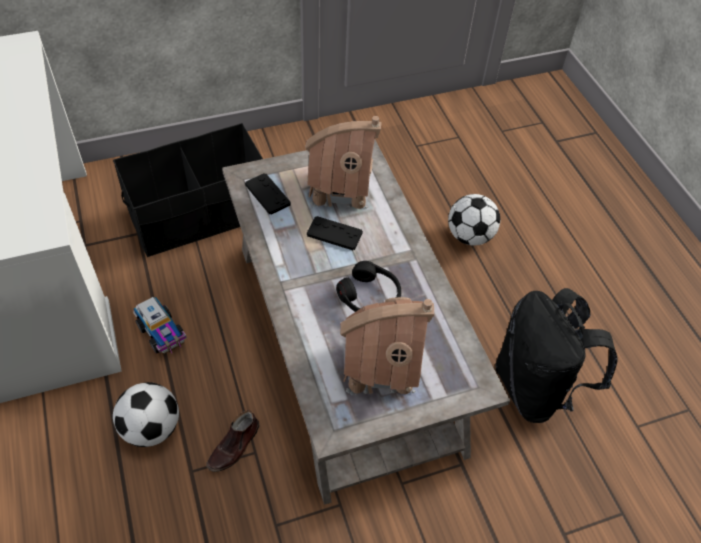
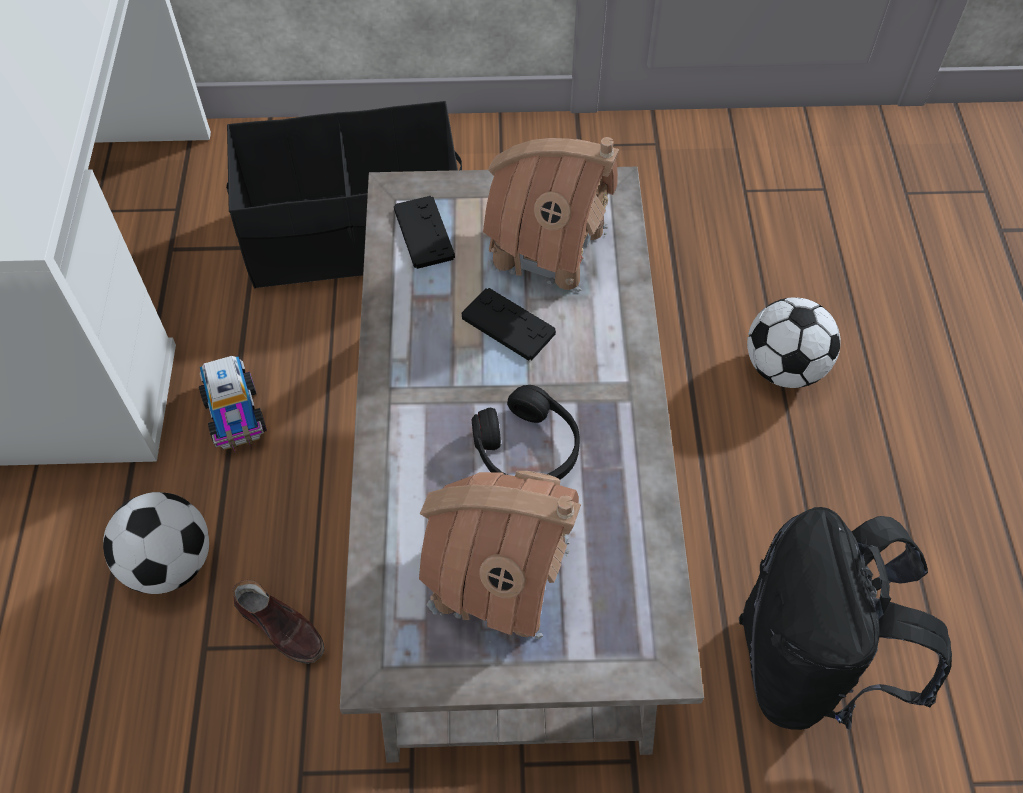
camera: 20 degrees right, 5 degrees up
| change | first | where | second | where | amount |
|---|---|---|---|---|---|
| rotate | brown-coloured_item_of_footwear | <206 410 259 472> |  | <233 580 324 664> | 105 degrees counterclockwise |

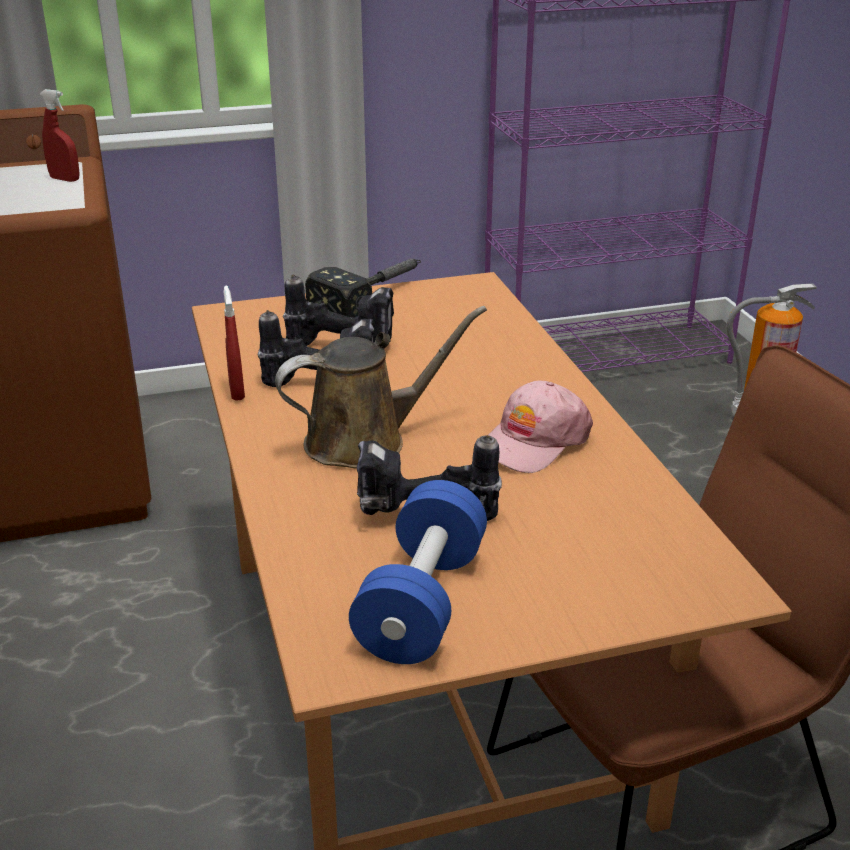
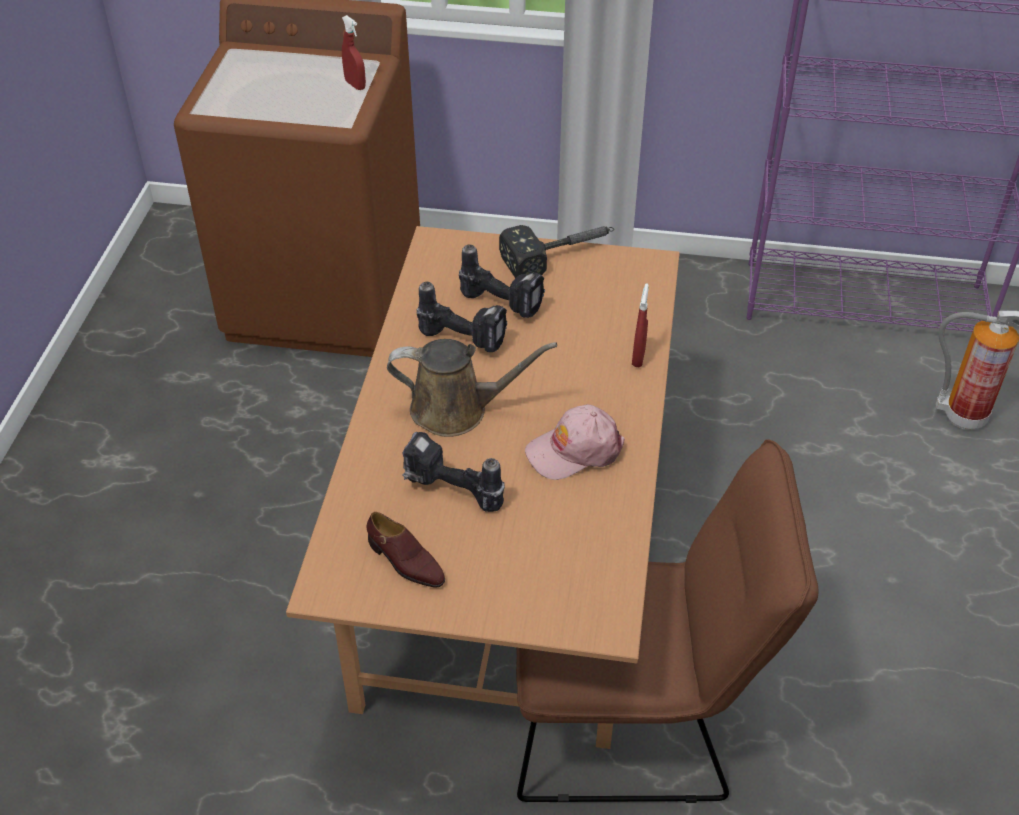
camera: 25 degrees right, 15 degrees up
| change | first | where | second | where | amount |
|---|---|---|---|---|---|
| replace | blue_dumbbell | <349 480 487 664> | brown-coloured_item_of_footwear | <367 512 445 588> |  |
| move | red_spray_bottle | <224 286 245 401> |  | <632 283 649 367> |  |

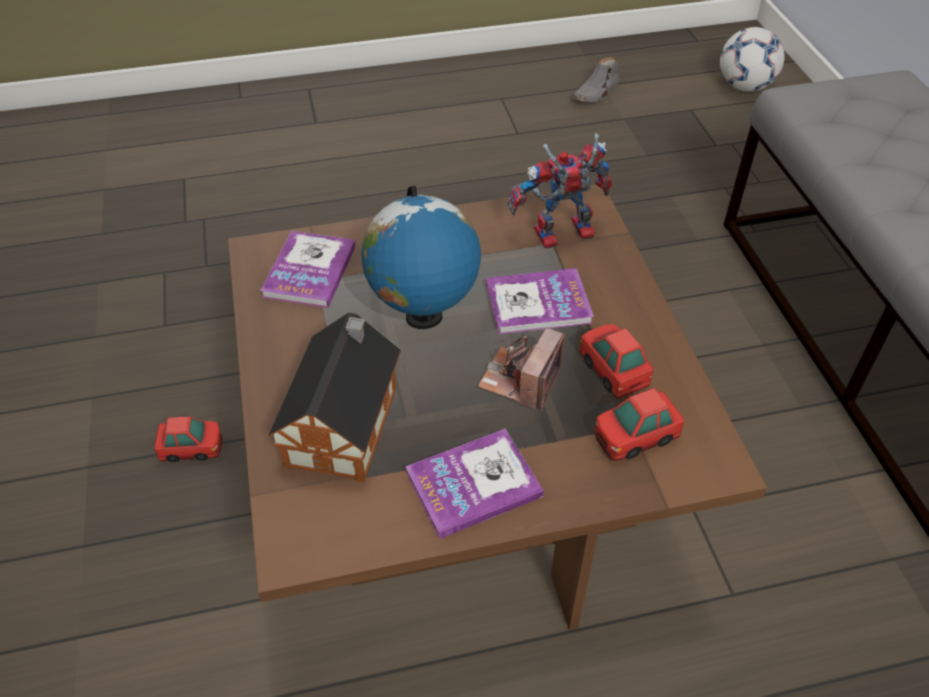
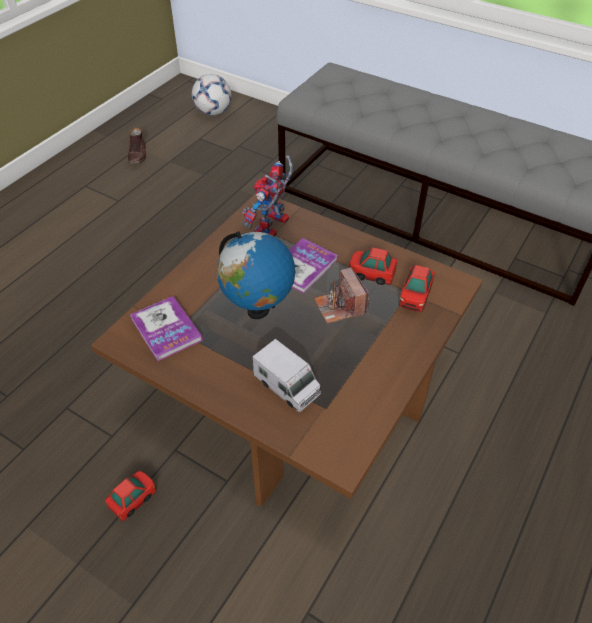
camera: 45 degrees left, 0 degrees up
| change | first | where | second | where | amount |
|---|---|---|---|---|---|
| recolor | gray_item_of_footwear | <572 57 619 103> | brown-coloured_item_of_footwear | <128 127 146 164> |  |
| replace | model_house | <268 312 401 482> | model_truck | <253 339 321 412> |  |
| delete | volume | <405 429 544 539> |  |  |  |

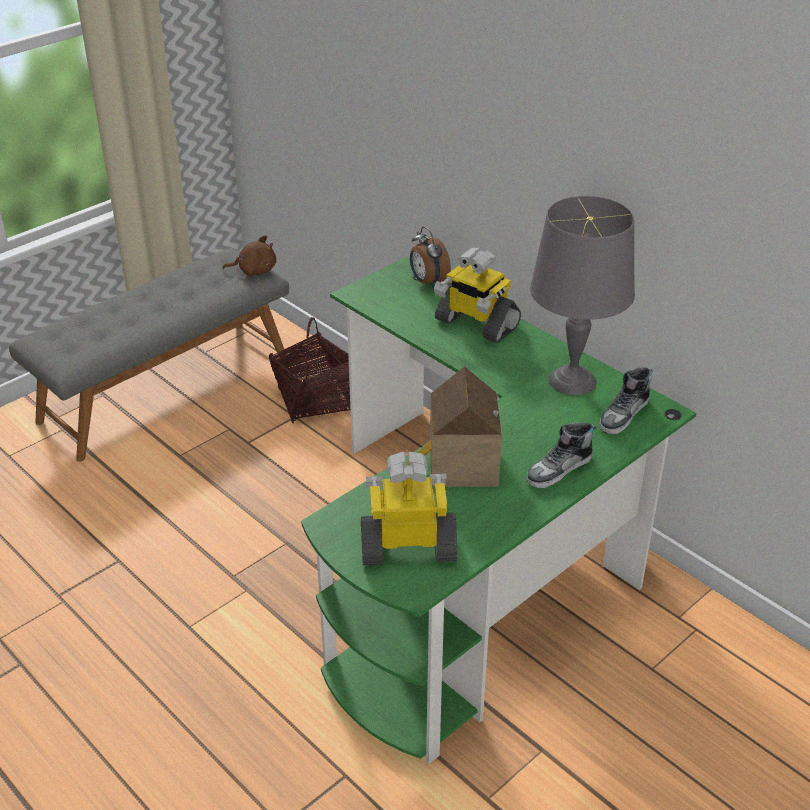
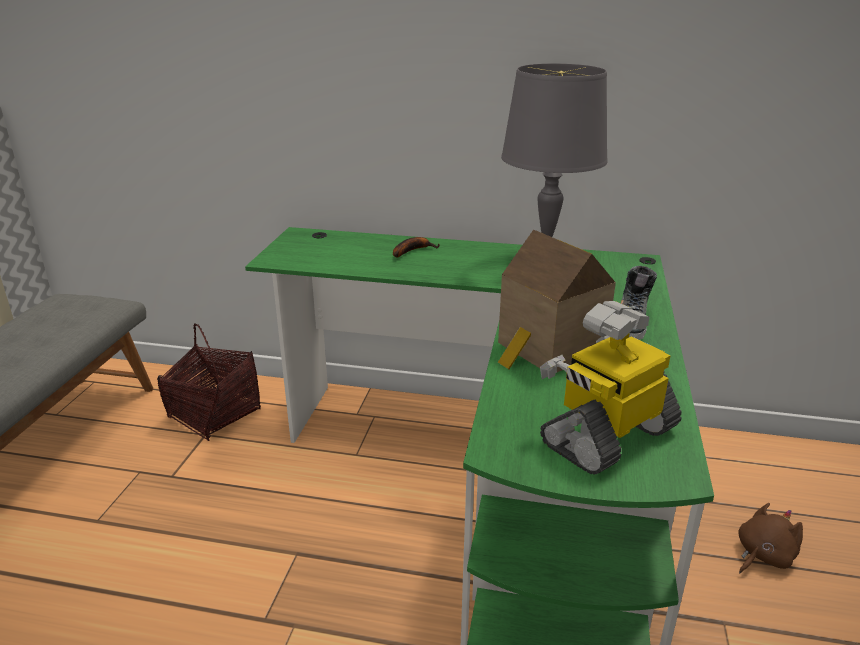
camera: 35 degrees left, 10 degrees down
| change | first | where | second | where | amount |
|---|---|---|---|---|---|
| replace | toy_robot | <434 248 521 343> | whole_banana | <393 237 440 258> |  |
| move | brown-coloured_plush_toy | <222 235 276 276> |  | <739 503 803 573> |  |
| delete | bedside_clock | <410 227 451 288> |  |  |  |
| delete | item_of_footwear | <600 367 653 434> |  |  |  |

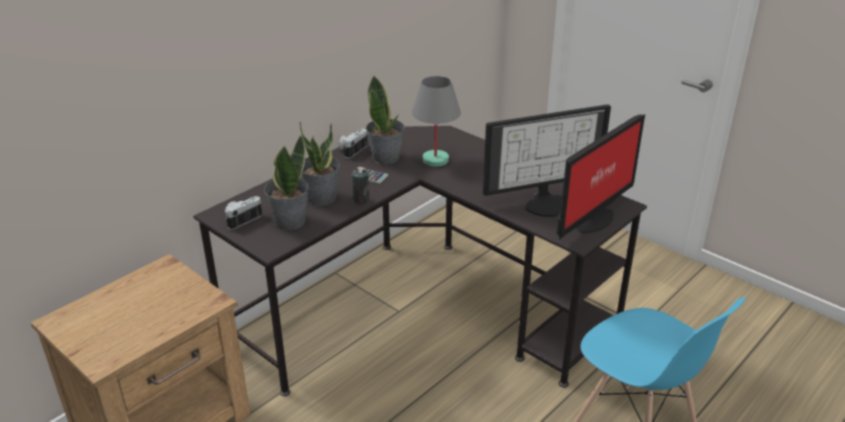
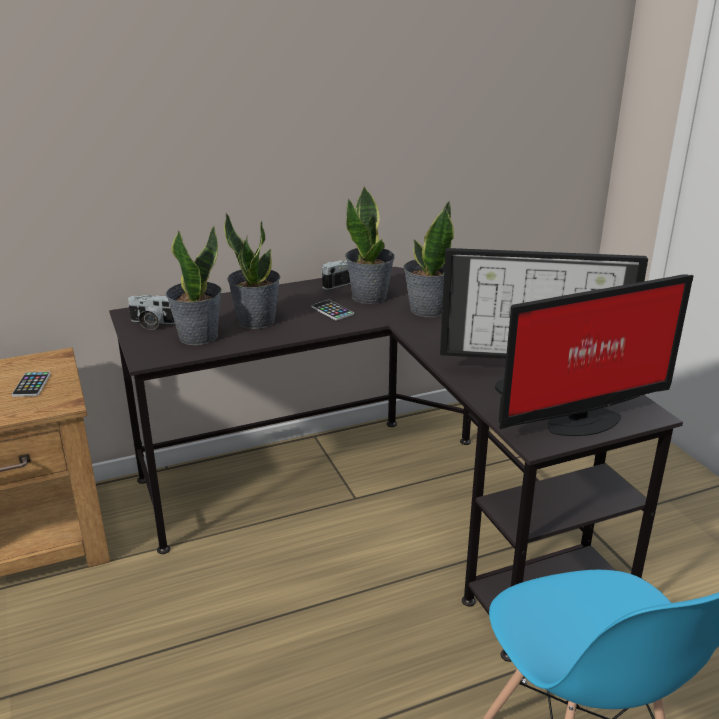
camera: 25 degrees right, 5 degrees down
| change | first | where | second | where | amount |
|---|---|---|---|---|---|
| insert |  |  | handset | <12 372 51 397> |  |
| rotate | still_camera | <225 196 262 230> |  | <128 295 175 330> | 150 degrees counterclockwise |
| replace | gray_table_lamp | <411 76 461 167> | potted_plant | <403 201 454 317> |  |
| delete | sealed_can | <352 167 369 205> |  |  |  |

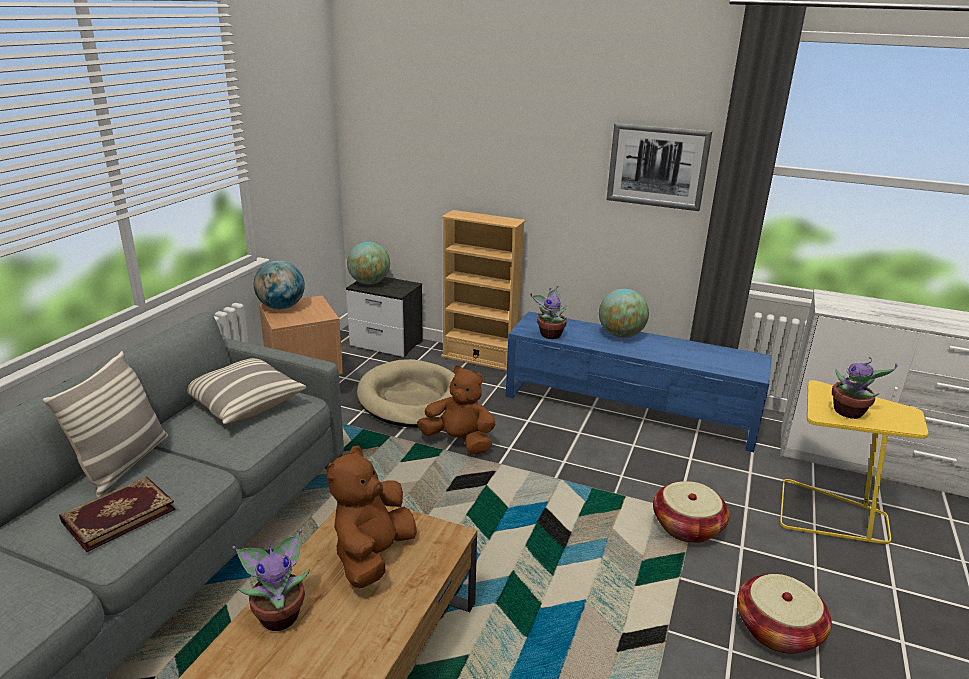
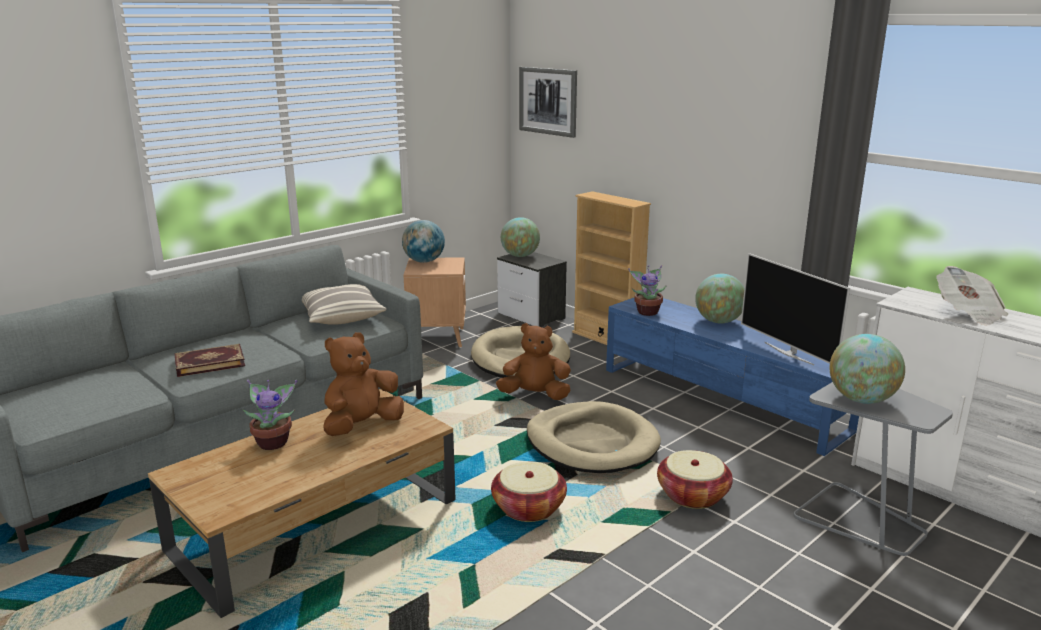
camera: 25 degrees right, 5 degrees down
| change | first | where | second | where | amount |
|---|---|---|---|---|---|
| move | basket | <737 574 832 654> |  | <491 462 567 522> |  |
| rotate | brown-coloured_plush_toy | <417 365 496 454> |  | <496 323 571 400> | 45 degrees counterclockwise |
| move | picture | <607 123 712 211> |  | <519 67 577 138> |  |
| insert |  |  | beige_dog_bed | <527 401 661 473> |  |
| insert |  |  | TV | <741 253 850 365> |  |
| recolor | yellow_side_table | <780 380 928 544> | gray_side_table | <794 382 953 556> |  |
| replace | potted_plant | <832 357 897 419> | world_globe | <829 334 905 404> |  |
| insert |  |  | daily_paper | <936 266 1009 326> |  |
| delete | cushion | <43 351 168 498> |  |  |  |

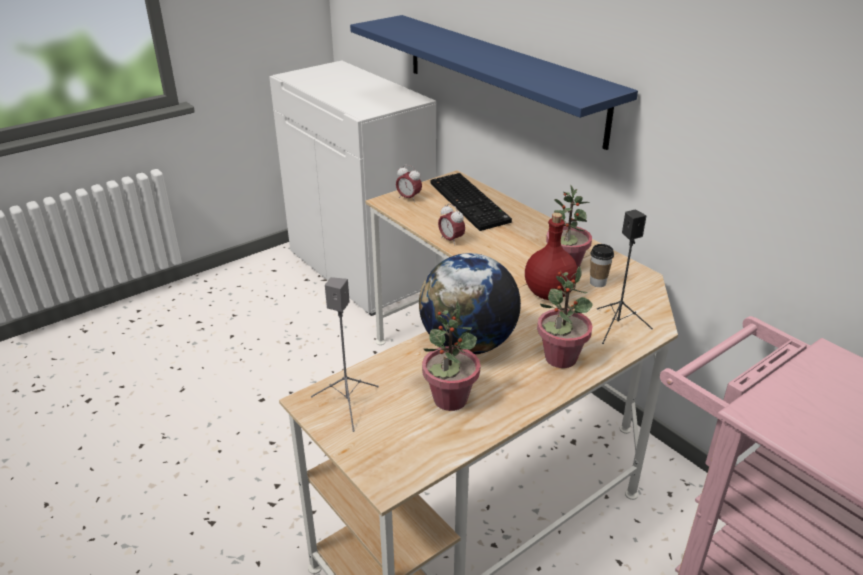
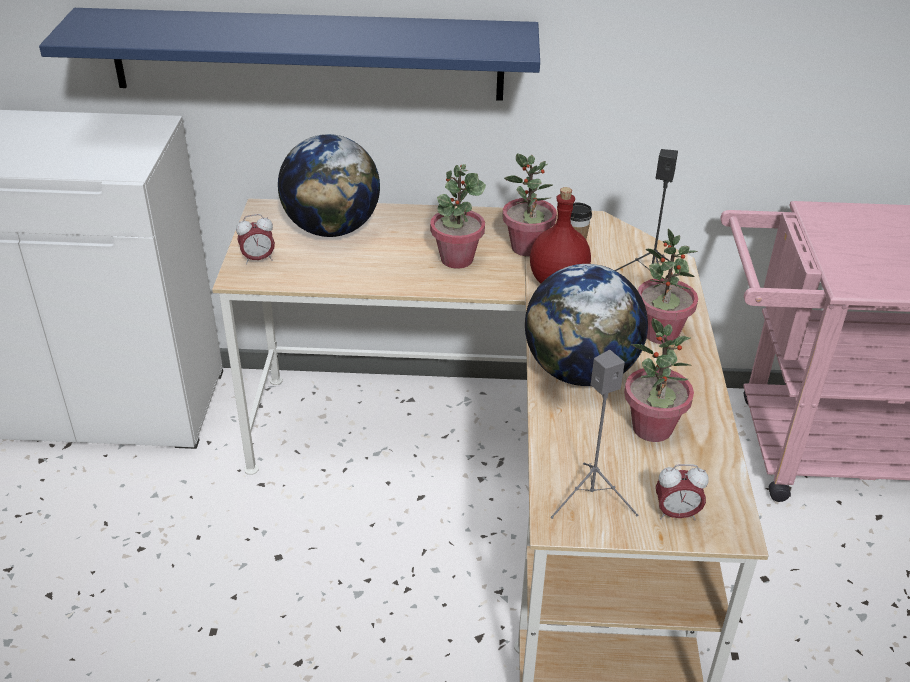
camera: 50 degrees left, 5 degrees up
| change | first | where | second | where | amount |
|---|---|---|---|---|---|
| replace | computer_keyboard | <431 173 512 231> | world_globe | <278 134 380 237> |  |
| insert |  |  | potted_plant | <430 164 486 269> |  |
| move | bedside_clock | <438 203 465 246> |  | <656 464 709 521> |  |

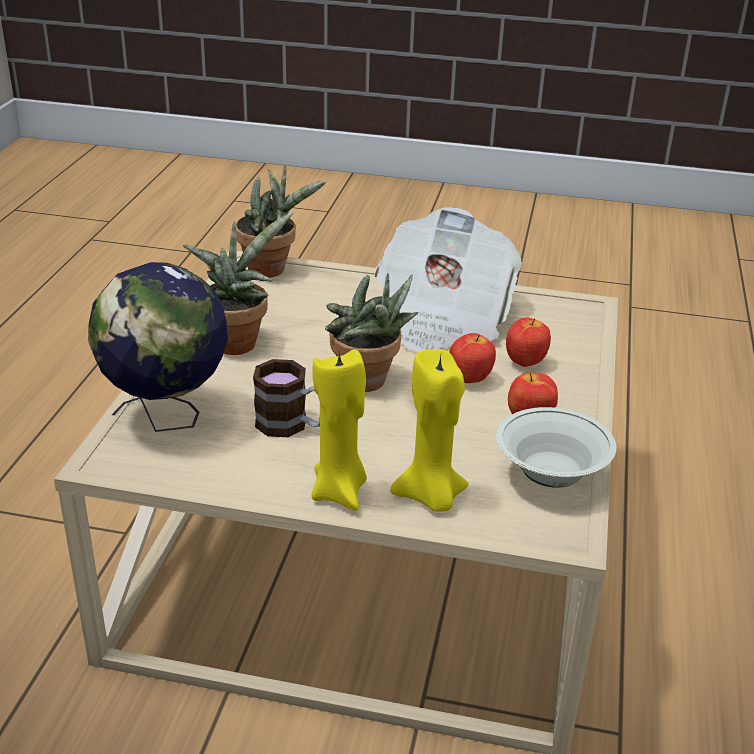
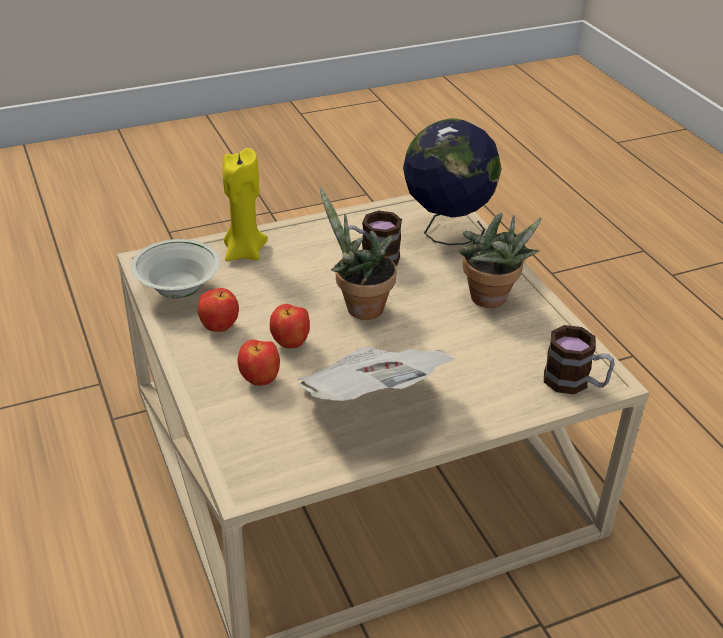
camera: 145 degrees right, 5 degrees up
| change | first | where | second | where | amount |
|---|---|---|---|---|---|
| replace | potted_plant | <235 164 326 278> | tea_mug | <544 325 615 395> |  |
| delete | yellow_wax_candle | <312 349 367 511> |  |  |  |

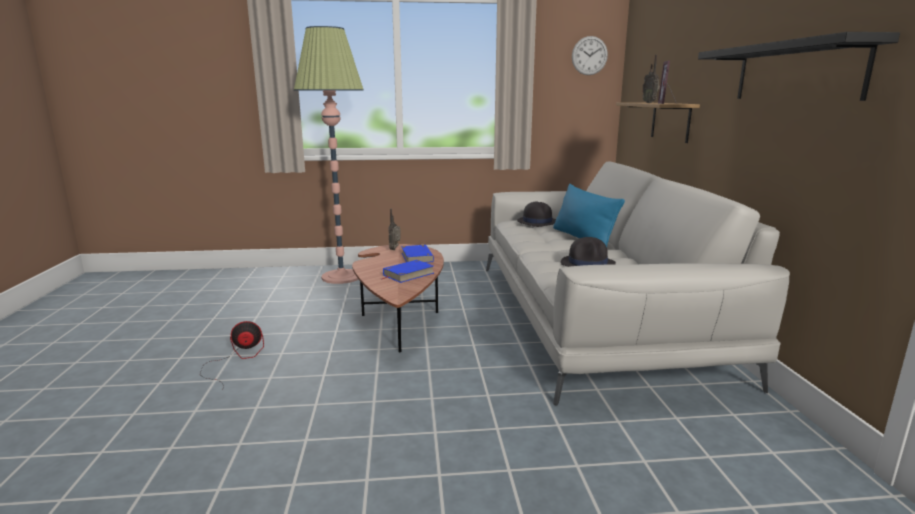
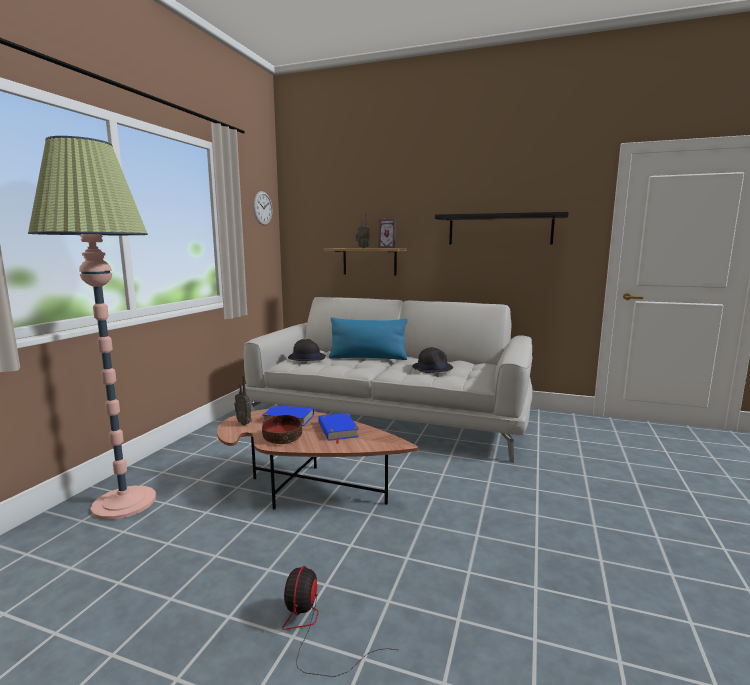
camera: 65 degrees left, 5 degrees down
| change | first | where | second | where | amount |
|---|---|---|---|---|---|
| insert |  |  | deep_dish | <262 415 302 444> |  |

